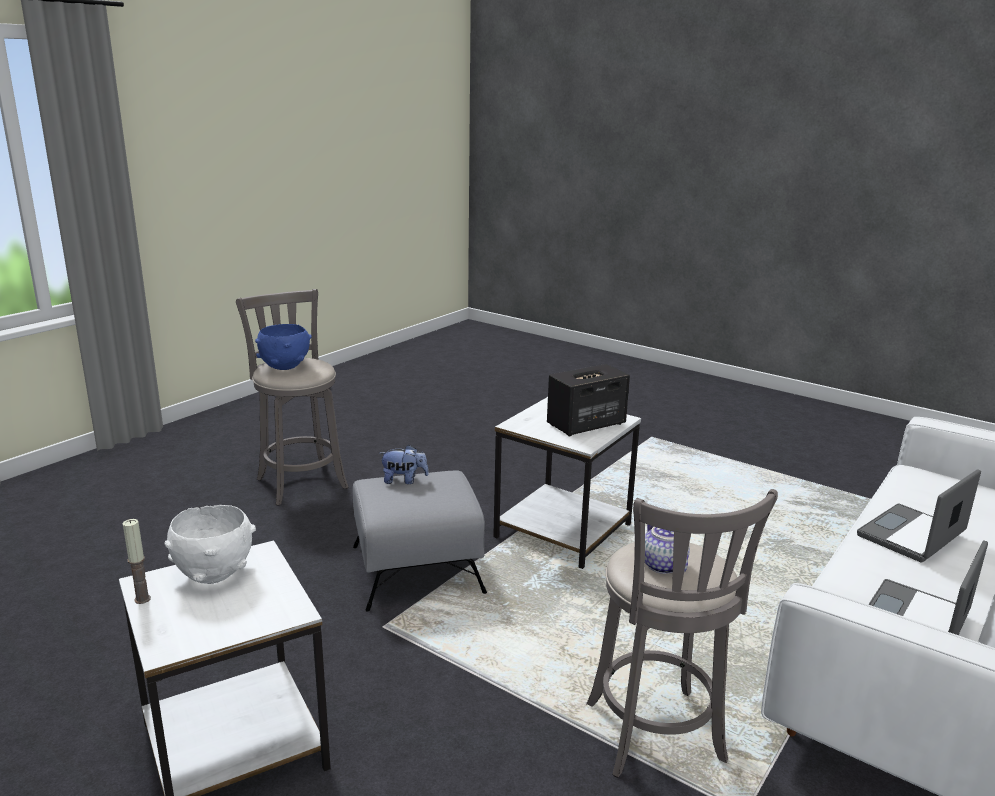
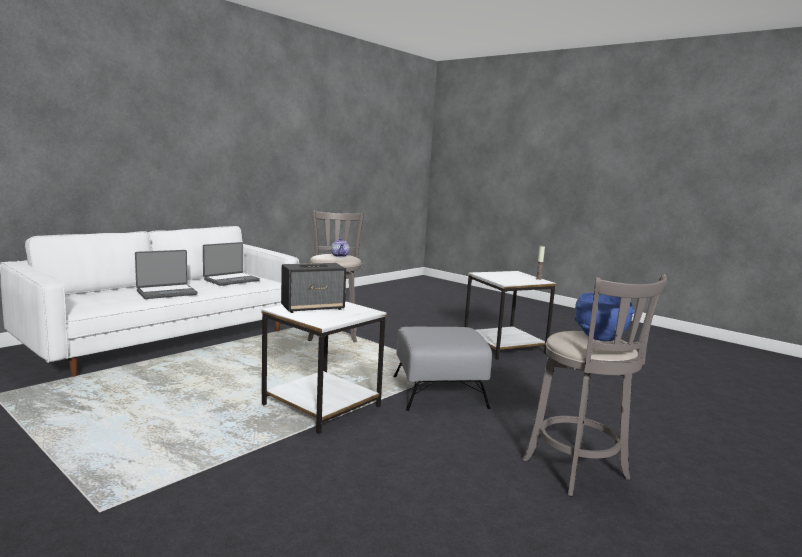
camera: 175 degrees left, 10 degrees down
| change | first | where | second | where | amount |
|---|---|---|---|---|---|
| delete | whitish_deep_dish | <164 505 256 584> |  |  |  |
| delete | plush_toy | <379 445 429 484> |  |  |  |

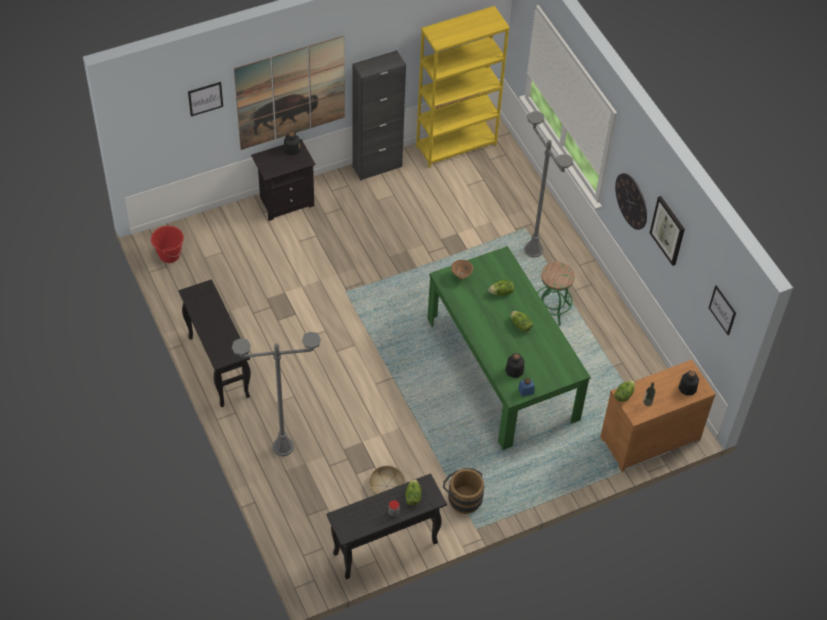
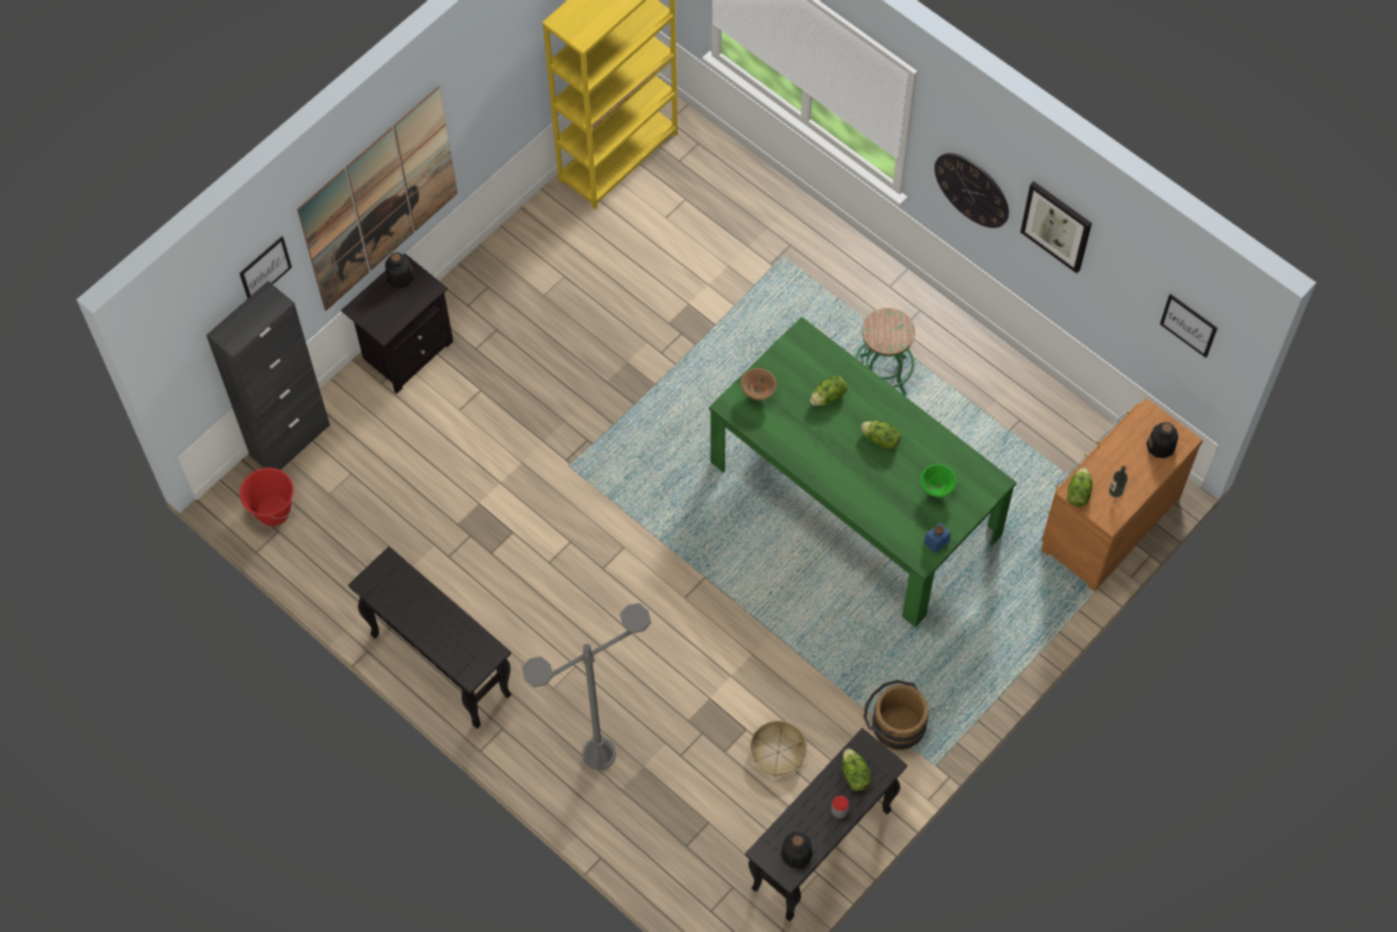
camera: 20 degrees left, 10 degrees up
| change | first | where | second | where | amount |
|---|---|---|---|---|---|
| move | blackish_cupboard | <352 50 406 181> |  | <206 281 330 470> |  |
| move | beverage_bottle | <505 353 524 378> |  | <781 832 812 868> |  |
| insert |  |  | green_deep_dish | <921 464 956 497> |  |
| delete | gray_standing_lamp | <524 111 573 257> |  |  |  |

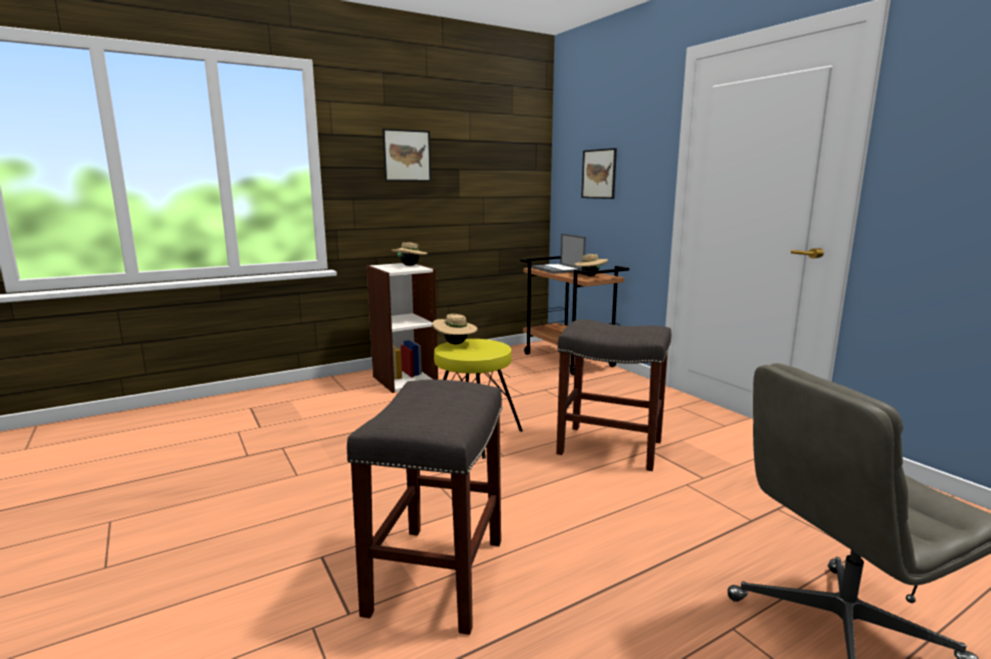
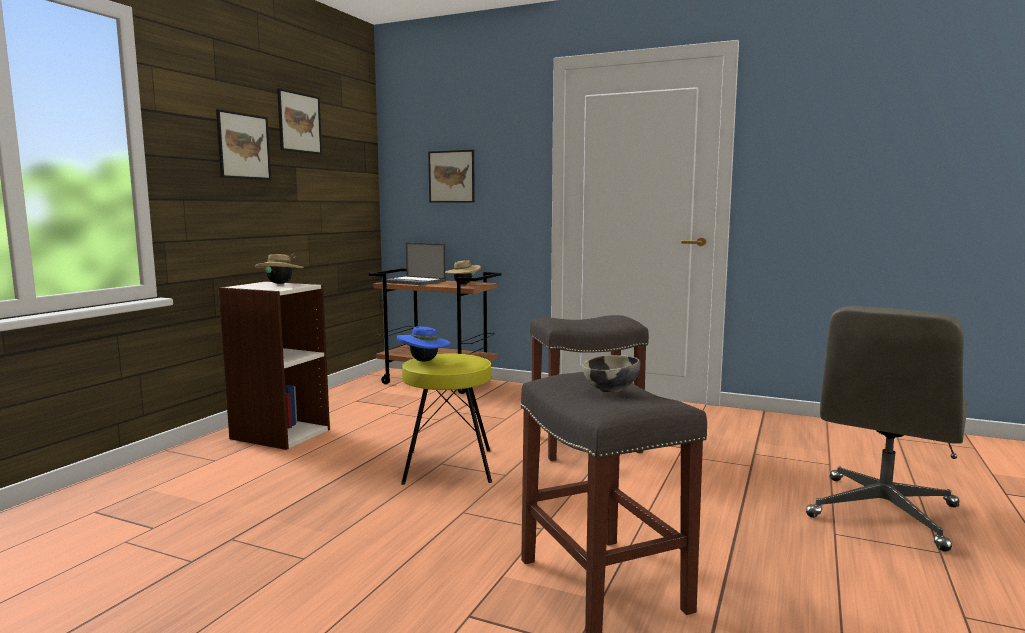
camera: 35 degrees left, 5 degrees down
| change | first | where | second | where | amount |
|---|---|---|---|---|---|
| insert |  |  | picture | <277 88 322 154> |  |
| recolor | beige_clothing_hat | <432 314 478 344> | blue_clothing_hat | <397 326 450 362> |  |
| insert |  |  | deep_dish | <582 355 641 393> |  |

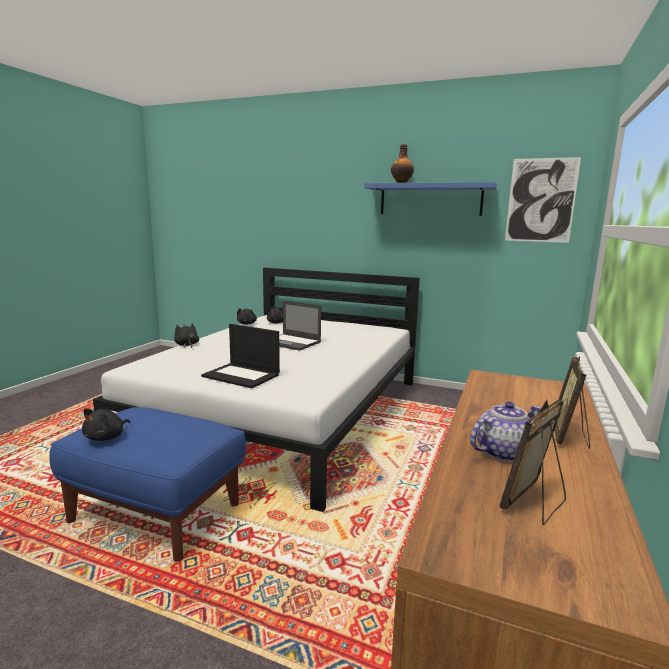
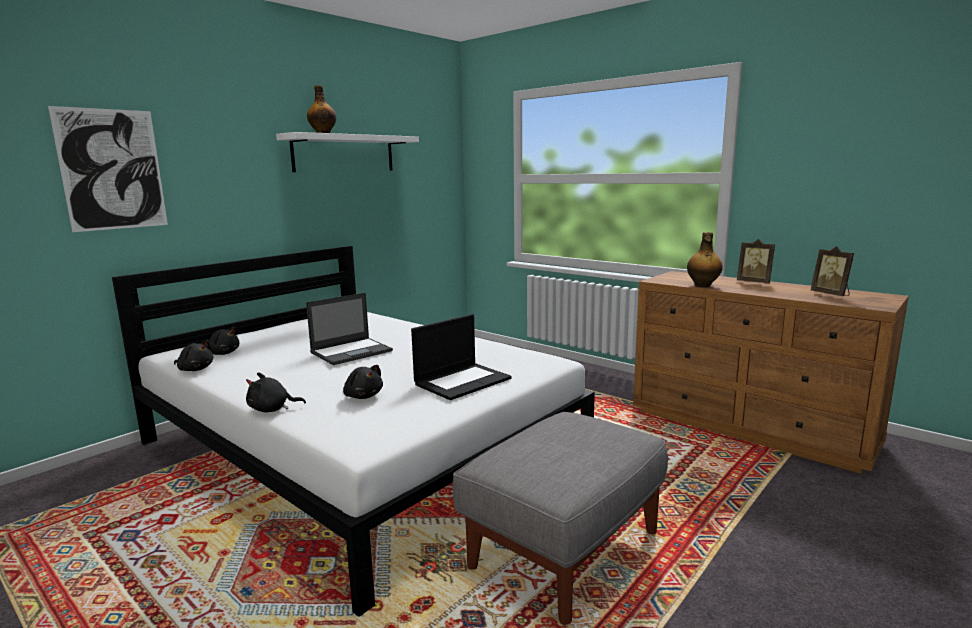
camera: 70 degrees left, 0 degrees up
| change | first | where | second | where | amount |
|---|---|---|---|---|---|
| move | picture | <505 157 581 243> |  | <48 106 168 232> |  |
| recolor | blue_bracket_shelf | <364 182 497 216> | whitish_bracket_shelf | <276 132 419 172> |  |
| move | blackish_plush_toy | <82 408 131 441> |  | <343 365 383 399> |  |
| recolor | blue_footrest | <49 407 246 562> | gray_footrest | <453 412 668 625> |  |
| insert |  |  | beverage_bottle | <687 232 723 287> |  |
| delete | teapot | <470 401 541 462> |  |  |  |

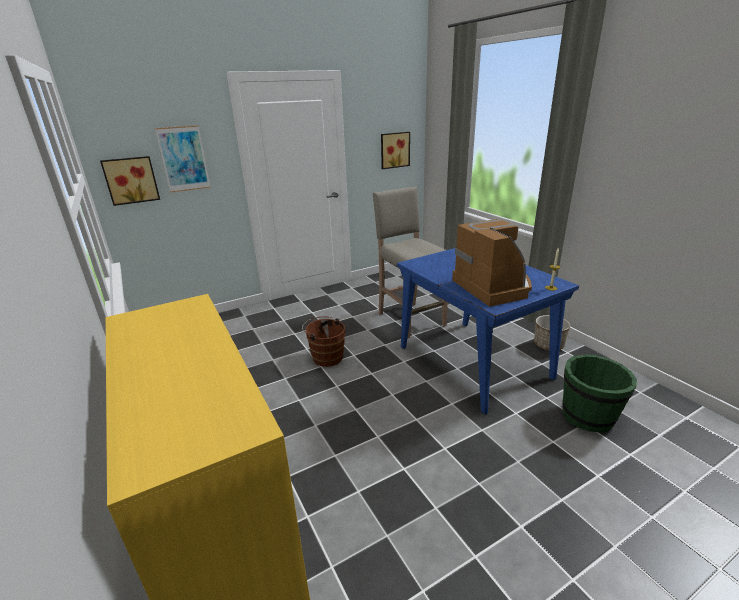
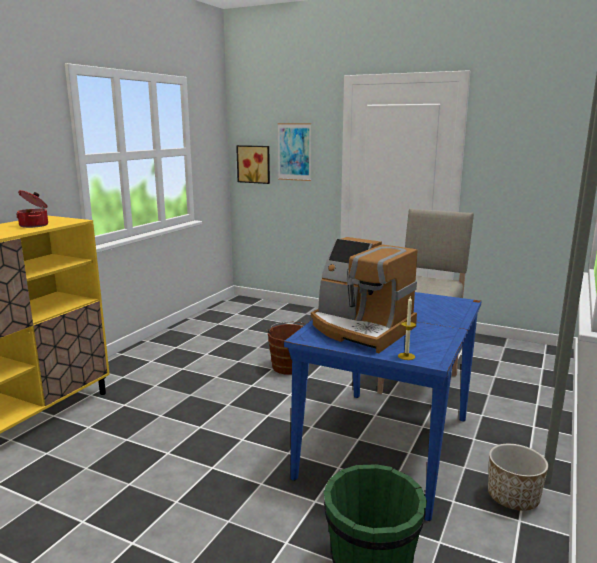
camera: 55 degrees right, 10 degrees down
| change | first | where | second | where | amount |
|---|---|---|---|---|---|
| insert |  |  | saucepot | <16 190 48 228> |  |
| rotate | coffee_maker | <452 219 532 307> |  | <311 237 417 353> | 90 degrees clockwise |
| delete | picture | <381 132 410 169> |  |  |  |

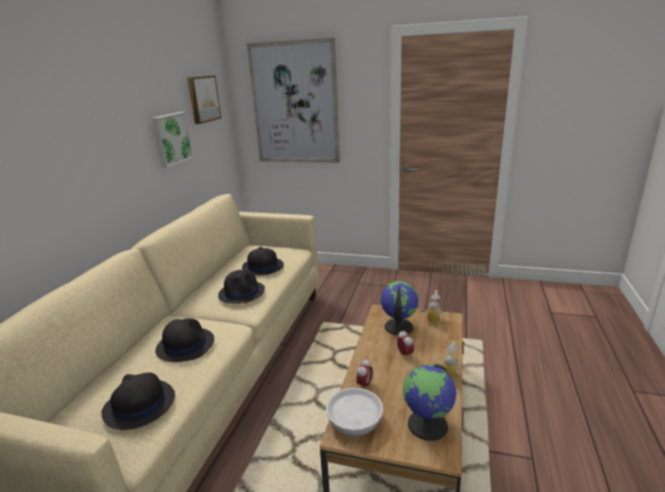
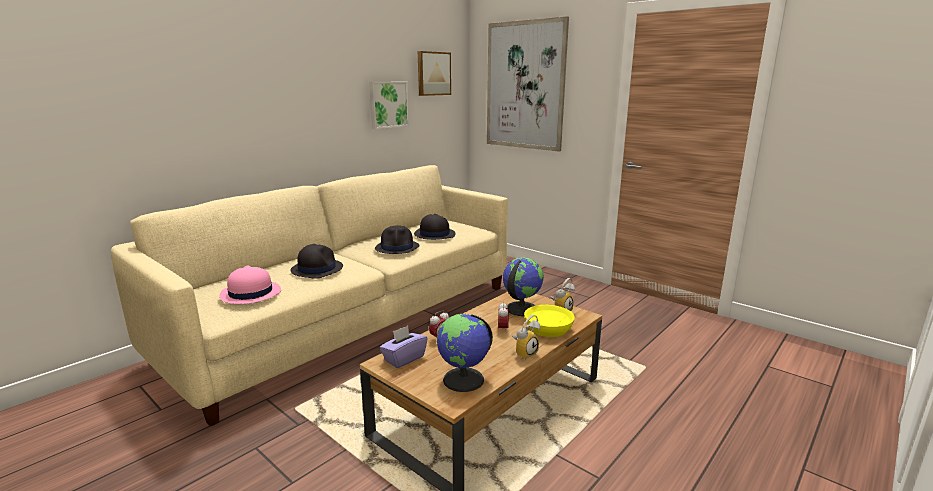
camera: 25 degrees right, 5 degrees down
| change | first | where | second | where | amount |
|---|---|---|---|---|---|
| recolor | blackish_clothing_hat | <101 373 175 430> | pink-coloured_clothing_hat | <219 265 281 304> |  |
| replace | whitish_deep_dish | <326 388 383 437> | purple_tissue_holder | <380 326 428 368> |  |
| insert |  |  | yellow_deep_dish | <524 305 575 337> |  |

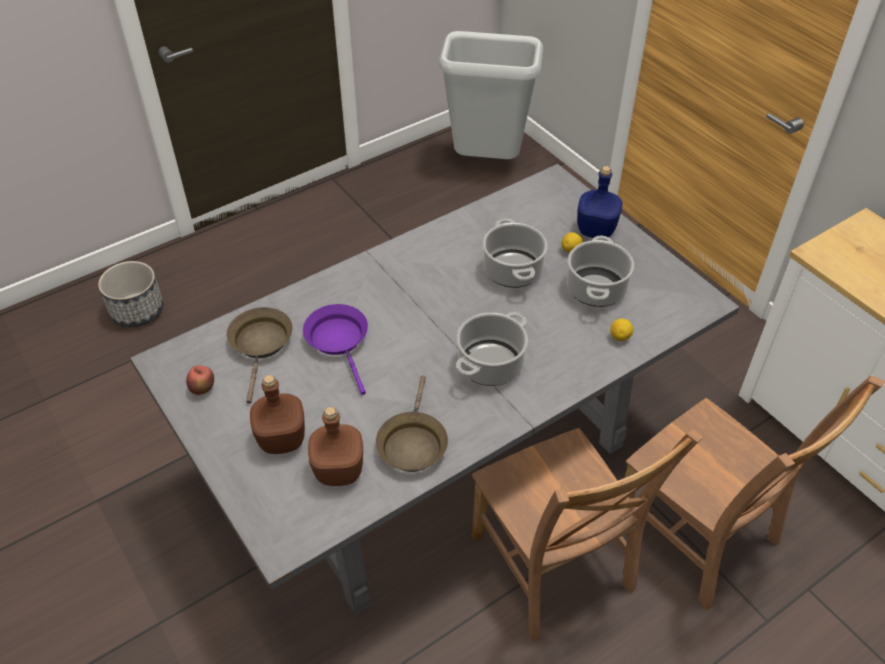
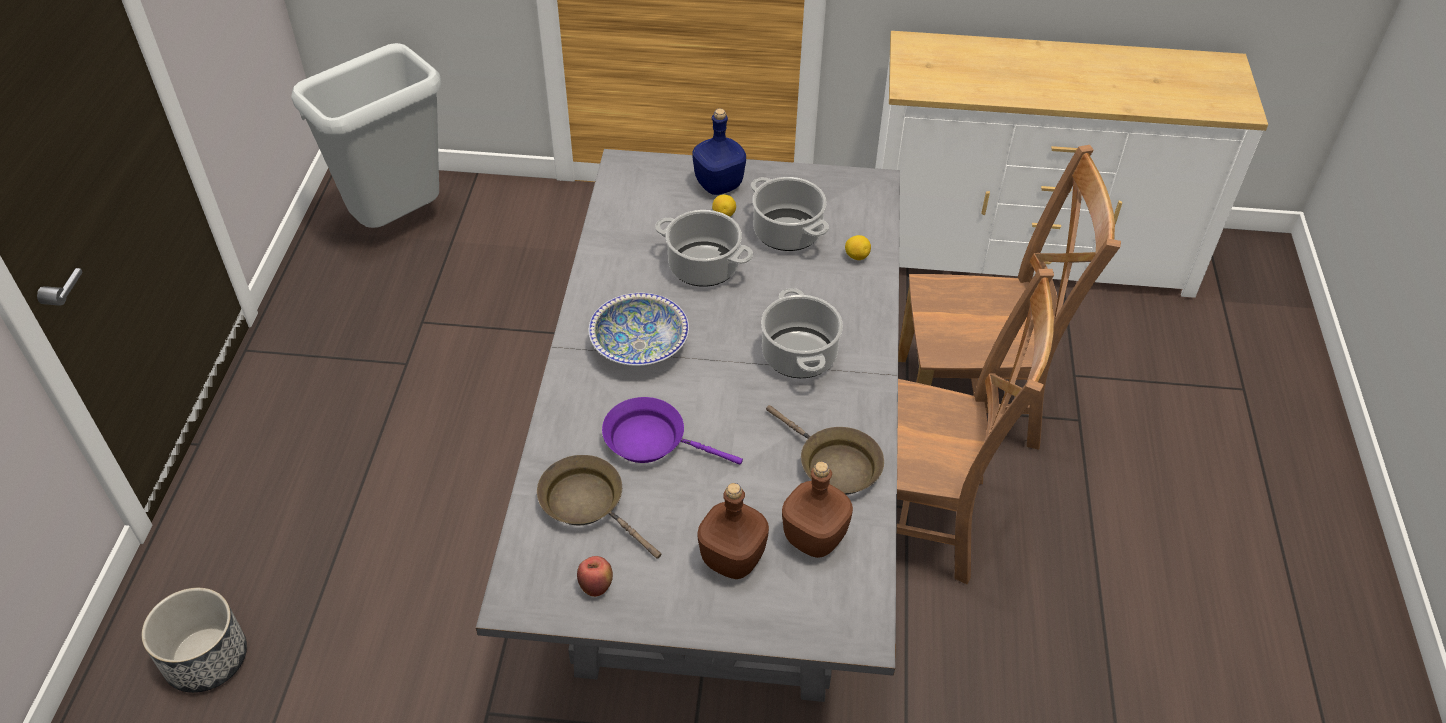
camera: 50 degrees left, 0 degrees up
| change | first | where | second | where | amount |
|---|---|---|---|---|---|
| insert |  |  | deep_dish | <588 293 689 366> |  |

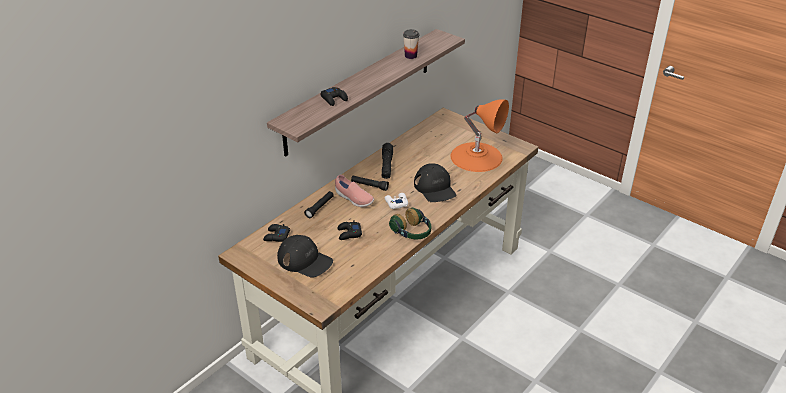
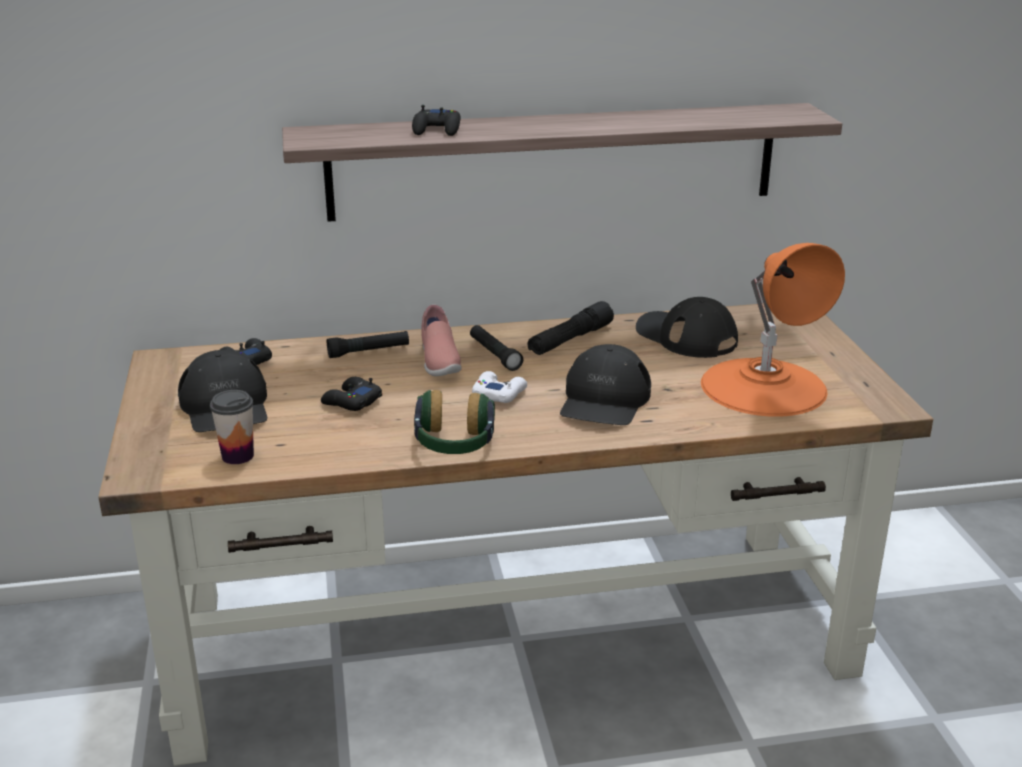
camera: 40 degrees right, 10 degrees down
| change | first | where | second | where | amount |
|---|---|---|---|---|---|
| move | drinking_cup | <403 29 420 59> |  | <210 390 254 464> |  |
| insert |  |  | blackish_baseball_cap | <636 297 738 358> |  |

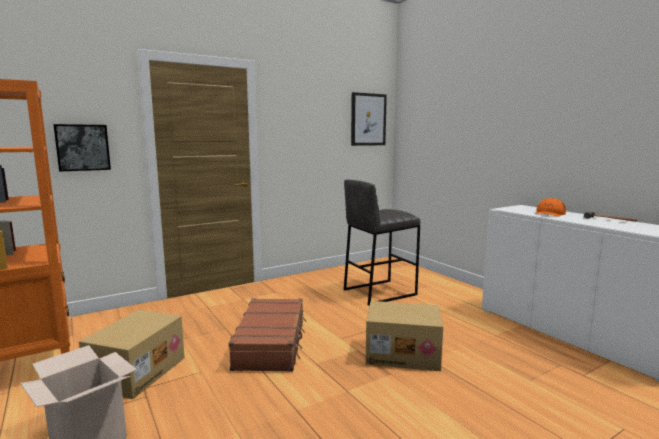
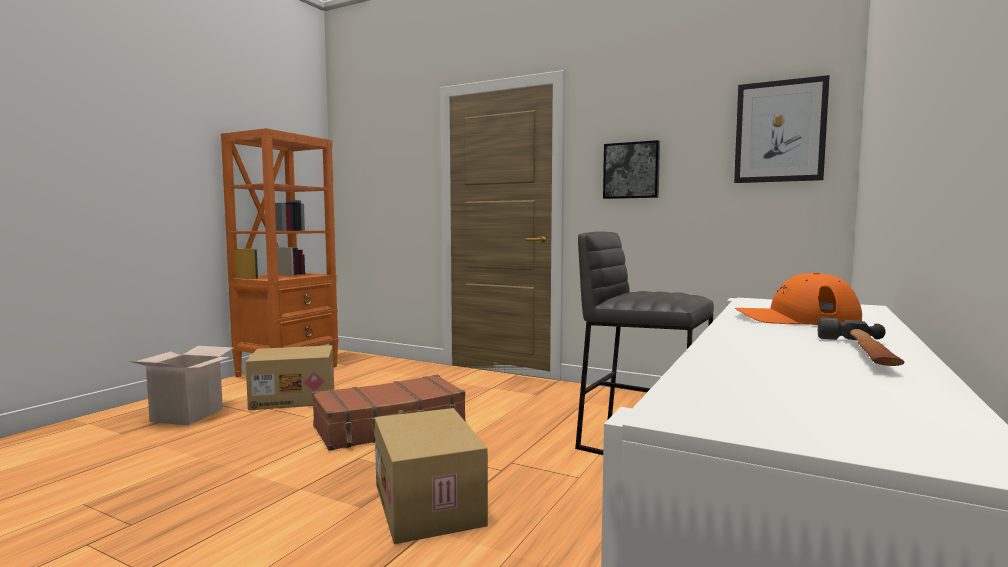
camera: 60 degrees right, 5 degrees down
| change | first | where | second | where | amount |
|---|---|---|---|---|---|
| move | picture | <53 124 111 172> |  | <603 140 660 199> |  |

